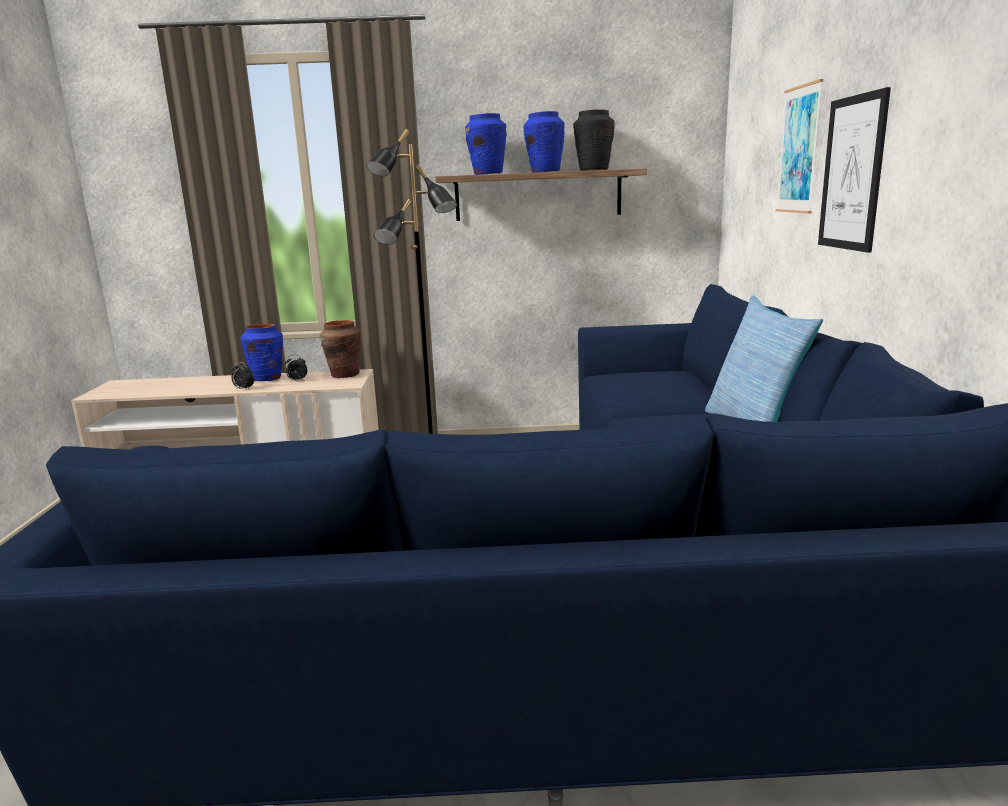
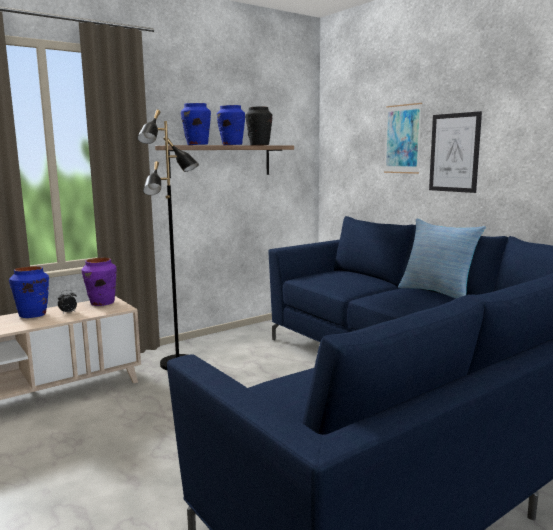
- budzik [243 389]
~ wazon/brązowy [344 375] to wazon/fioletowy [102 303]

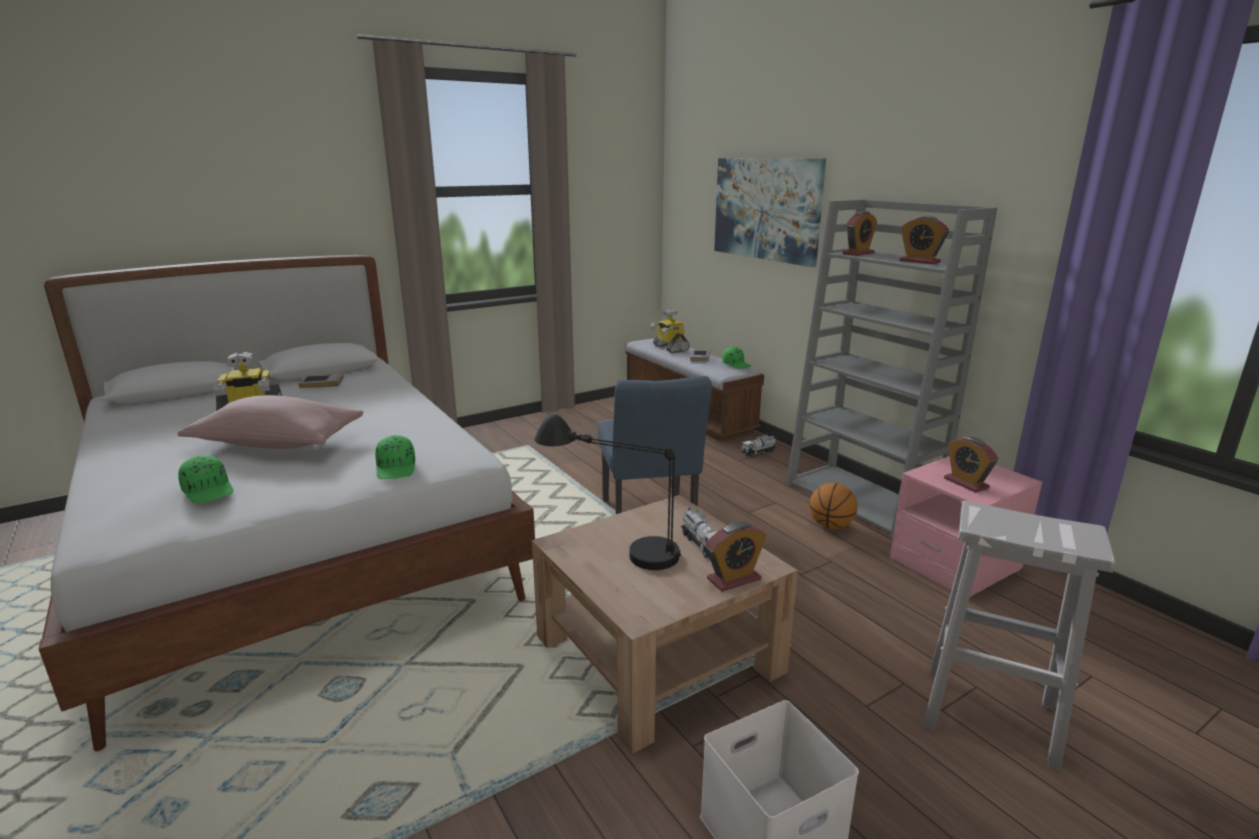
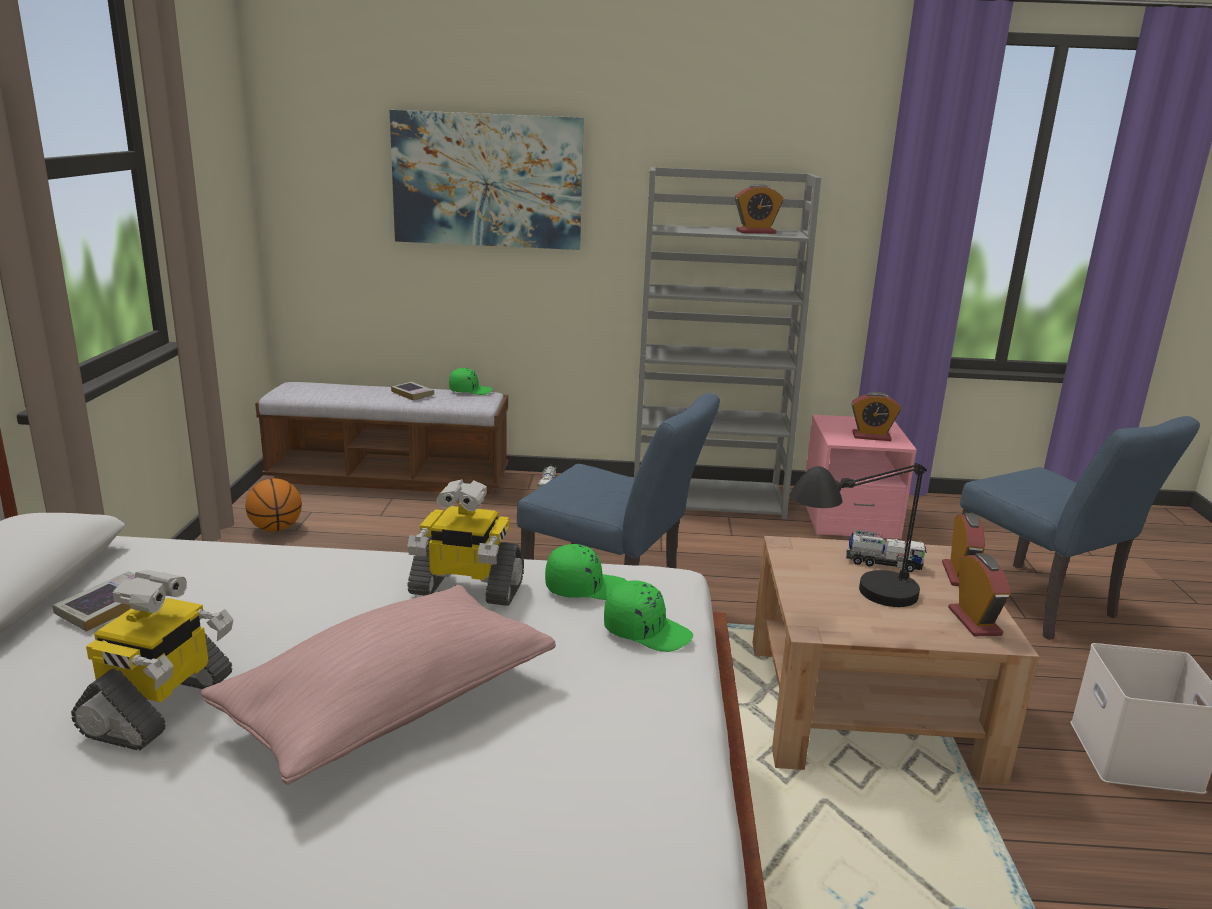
~ czapka z daszkiem/zielony [209 490] to [585 588]
~ robot zabawkowy [669 348] to [465 589]
~ piłka do koszykówki [831 526] to [276 528]
~ budzik [858 253] to [974 622]
~ stołek/biały [986 715] to krzesło/niebieski [1041 606]

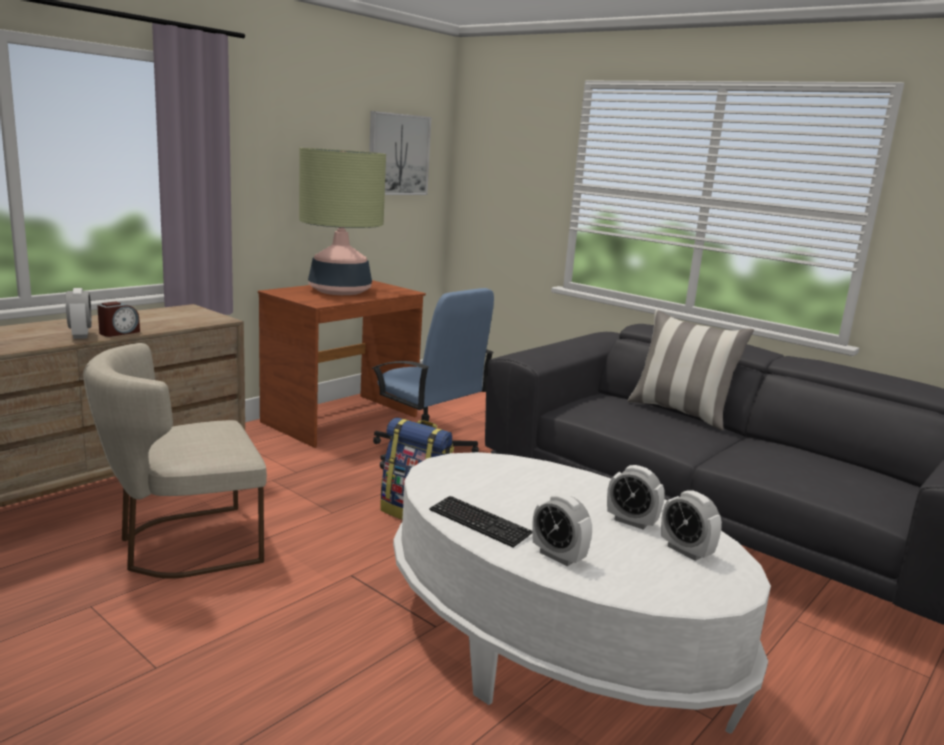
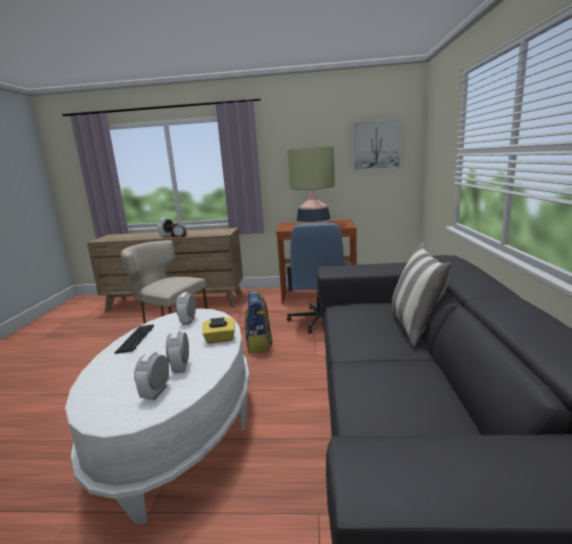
~ budzik [558 556] to [188 321]
+ pudełko chusteczek/żółty [220 339]

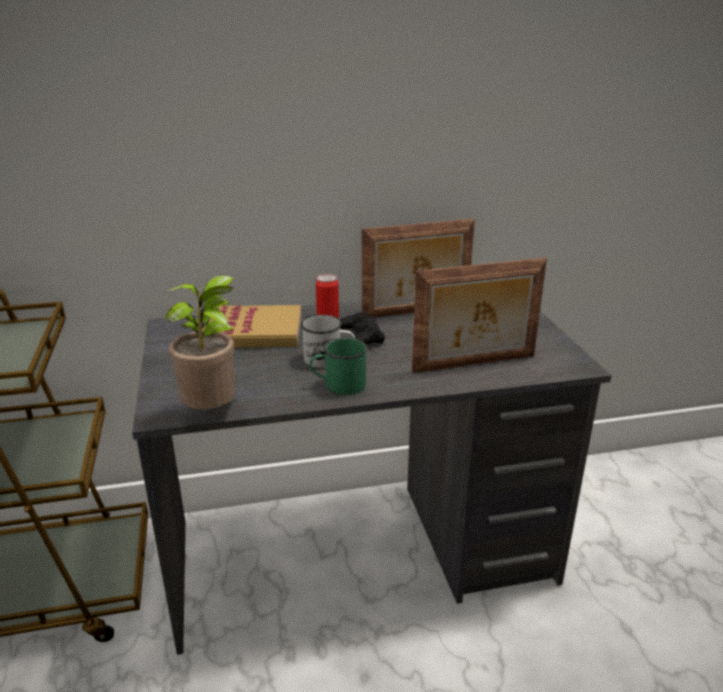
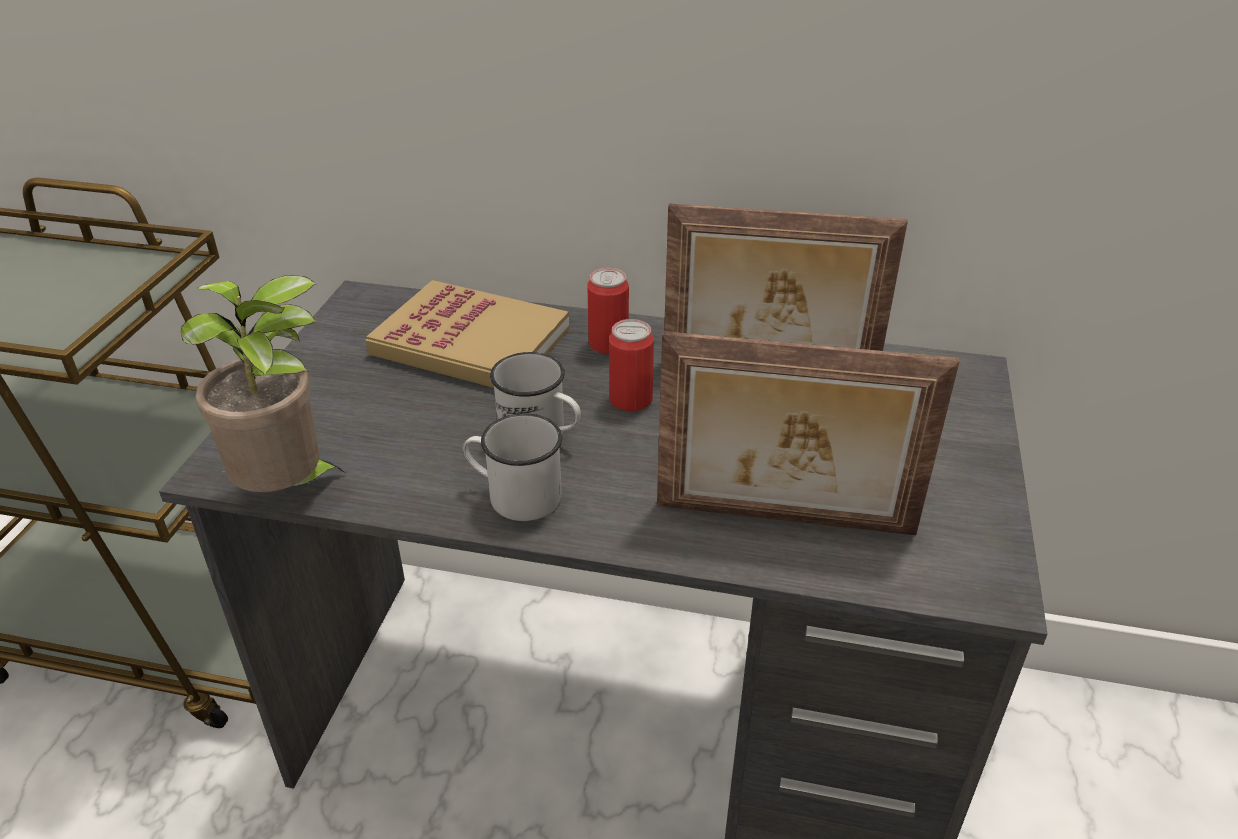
~ kubek/zielony [339 385] to kubek/biały [514 495]
~ pad do gier/czarny [360 336] to puszka [630 399]

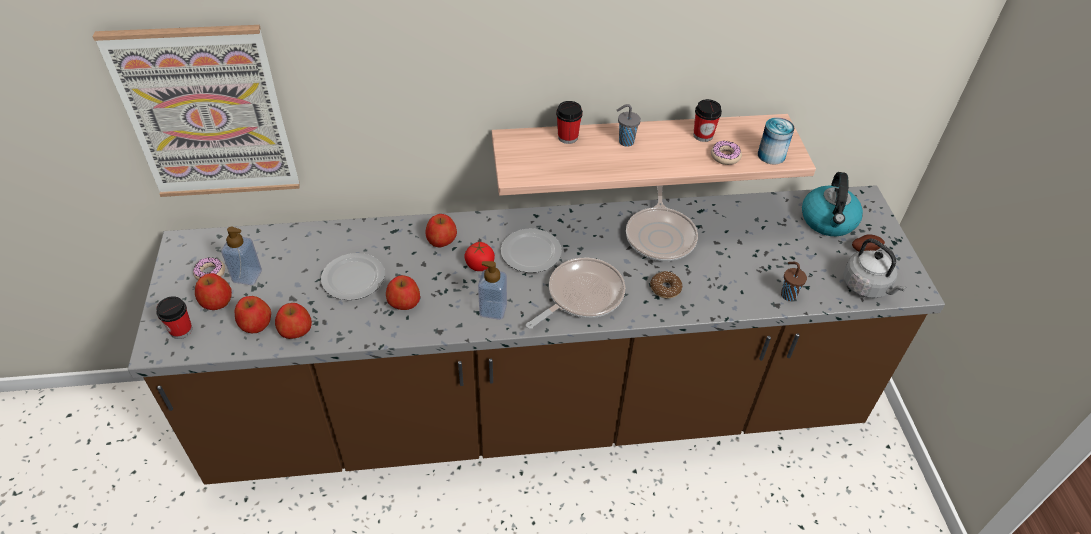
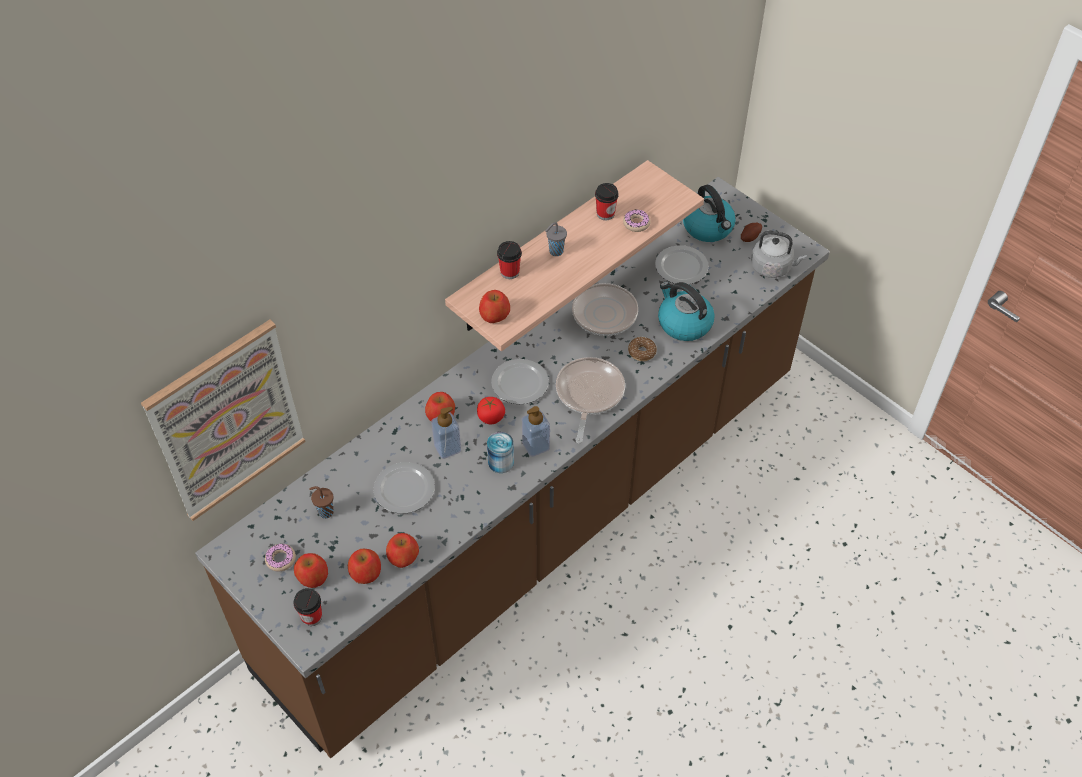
~ dozownik mydła [247 276] to [447 448]
~ jabłko [404 302] to [494 315]
~ puszka [771 155] to [501 462]
~ filiżanka/brązowy [787 294] to [325 512]
+ talerz [682 267]
+ czajnik [683 323]

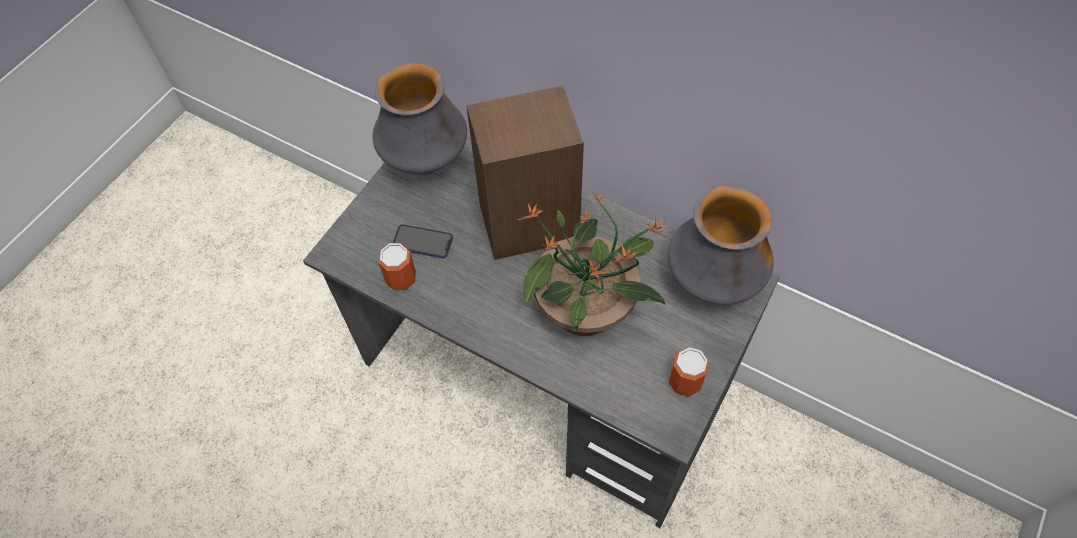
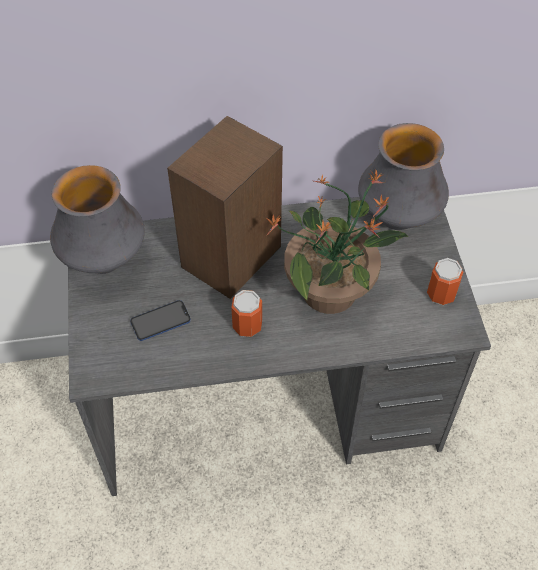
~ puszka [401 279] to [247 326]

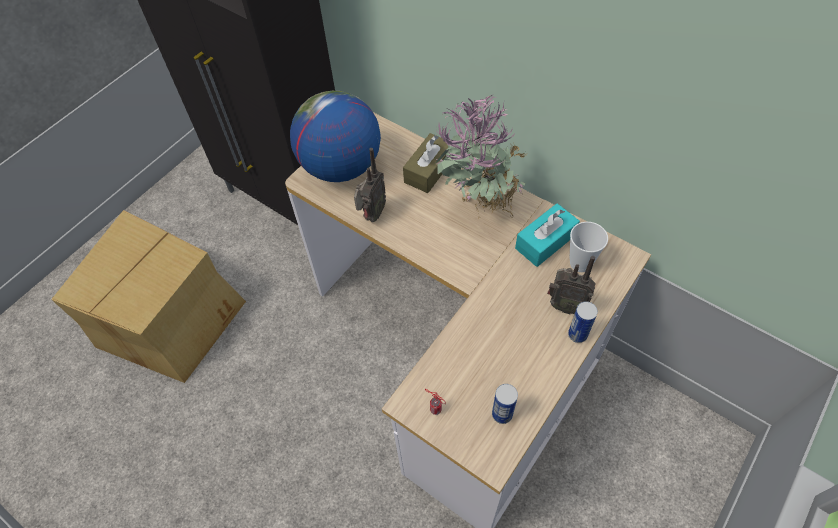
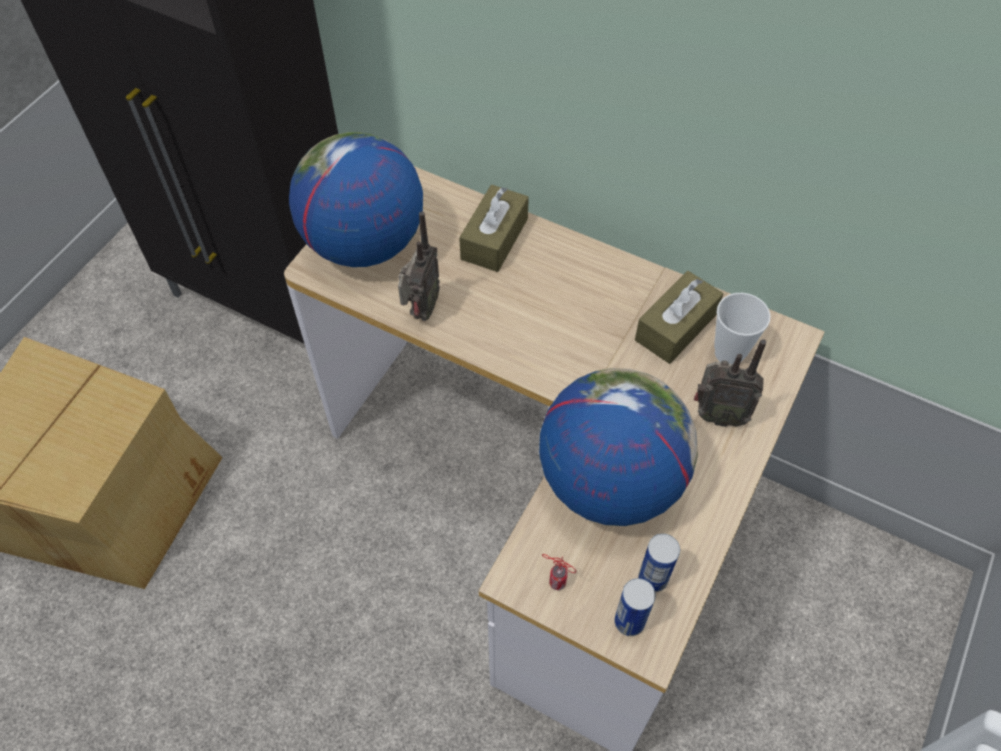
- roślina doniczkowa [478 209]
~ pudełko chusteczek/turkusowy [545 242] to pudełko chusteczek/brązowy [676 327]
~ puszka [577 334] to [629 621]
+ globus [609 481]

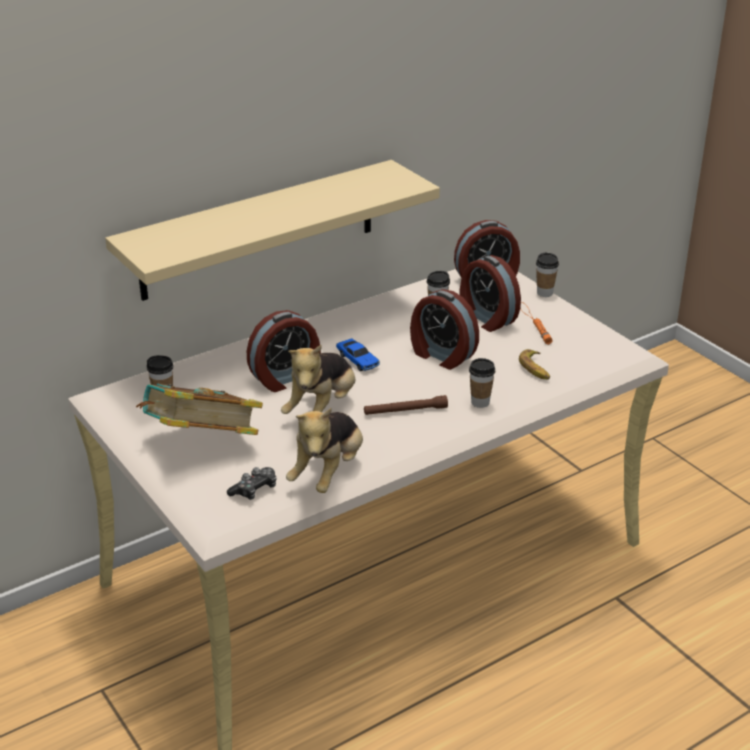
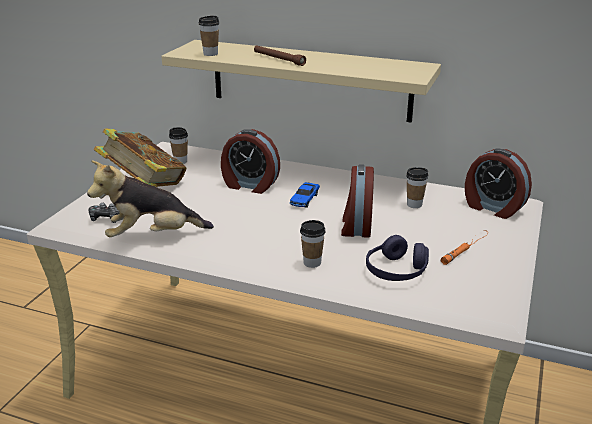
- pluszak [322 408]
~ latarka/brązowy [405 411] to [278 59]
- budzik [486 318]
~ banan [535 369] to słuchawki/fioletowy [396 271]
~ filiżanka [544 293] to [210 54]

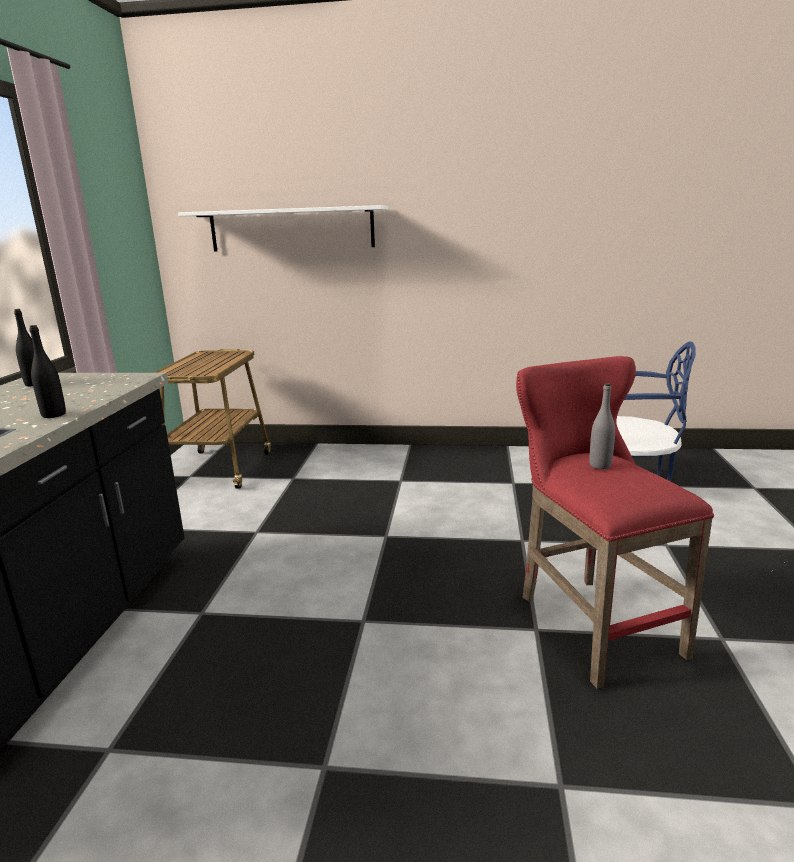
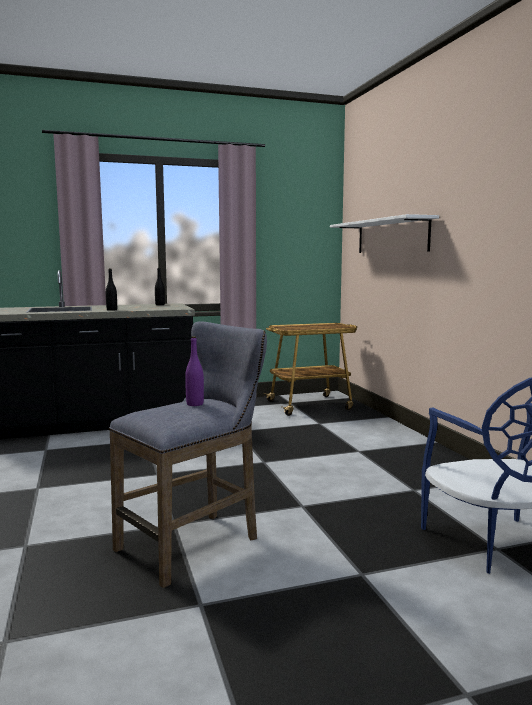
~ stołek/czerwony [590 620] to stołek/szary [196 543]
~ butelka/szary [600 465] to butelka/fioletowy [195 404]

